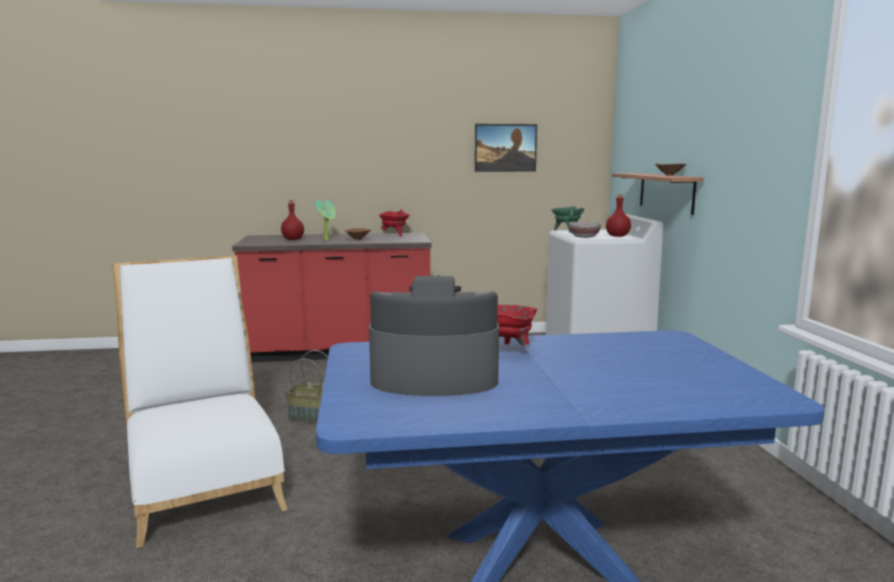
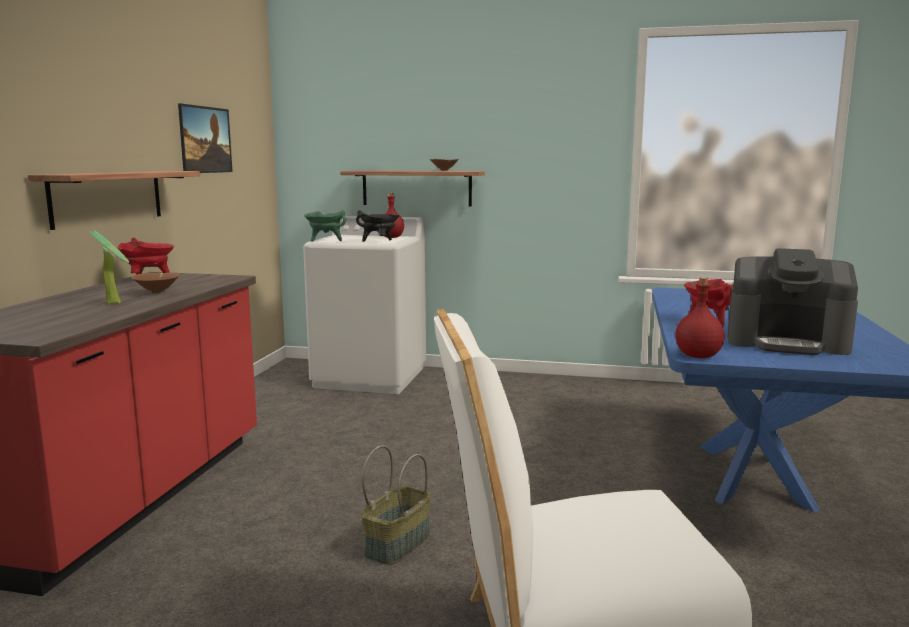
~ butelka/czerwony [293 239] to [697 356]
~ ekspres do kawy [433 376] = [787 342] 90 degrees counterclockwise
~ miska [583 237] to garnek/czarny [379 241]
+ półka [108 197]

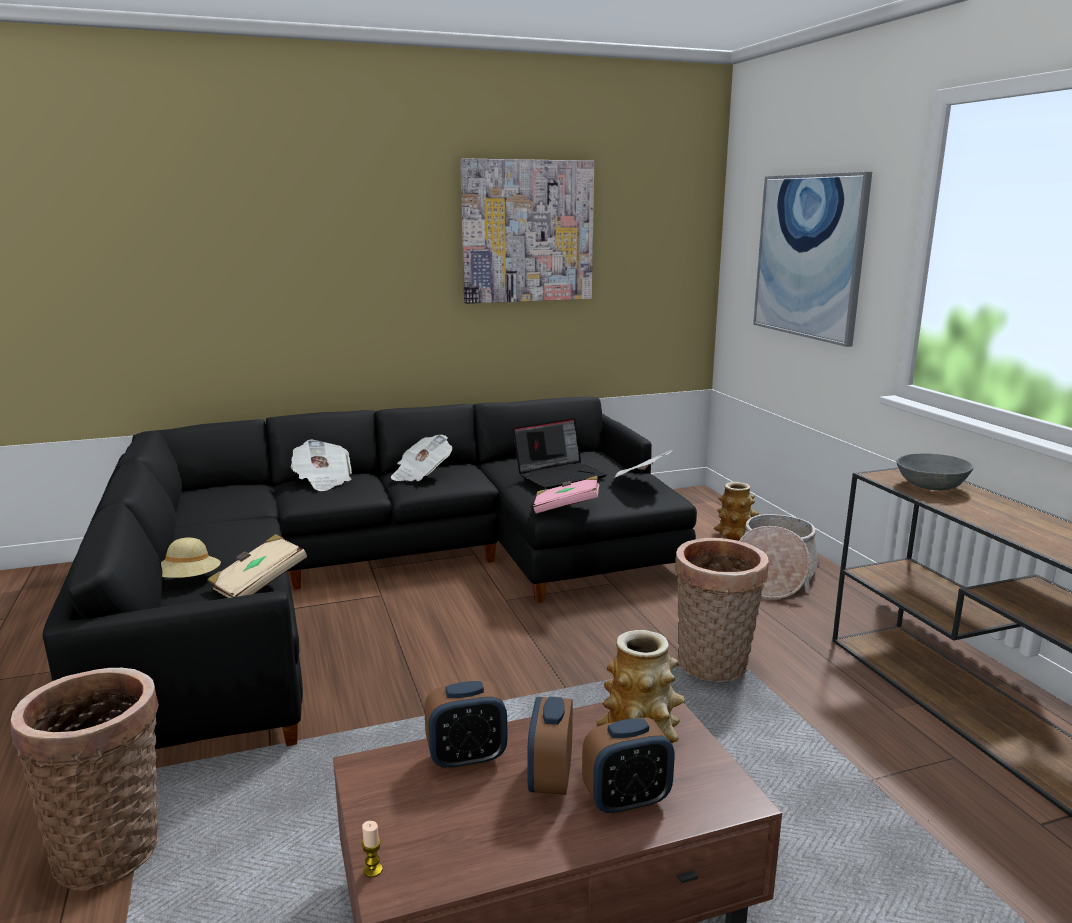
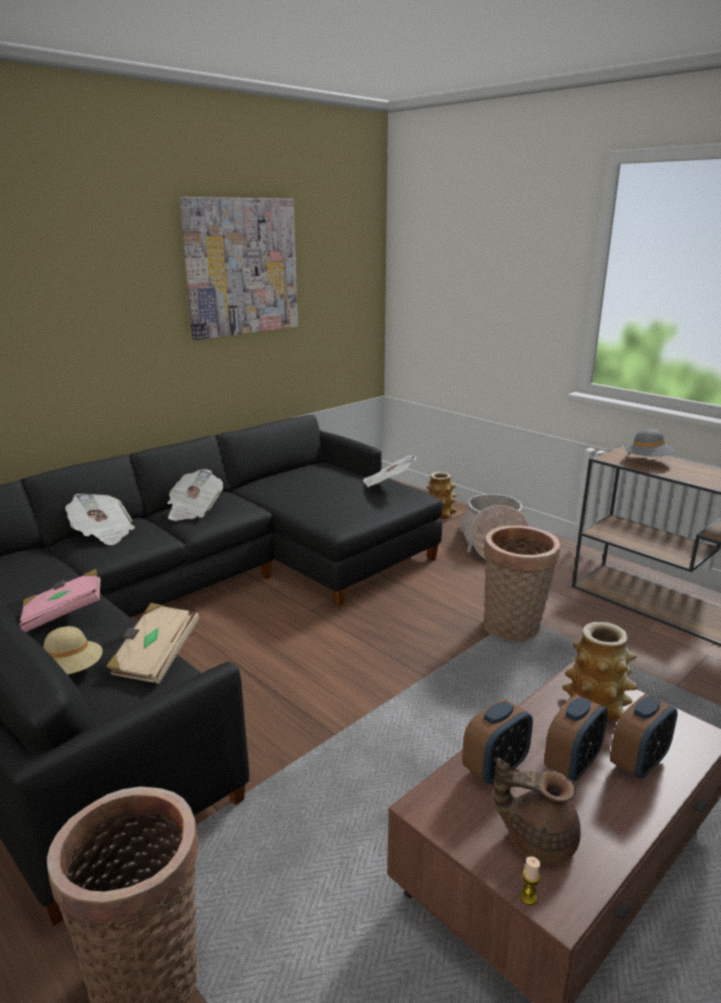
- laptop [560 475]
~ budzik [550 779] = [572 764] 120 degrees counterclockwise
~ książka/różowy [566 508] to [64 614]
- obraz [809 256]
~ miska/szary [931 486] to kapelusz/szary [648 461]
+ imbryk/brązowy [537 839]

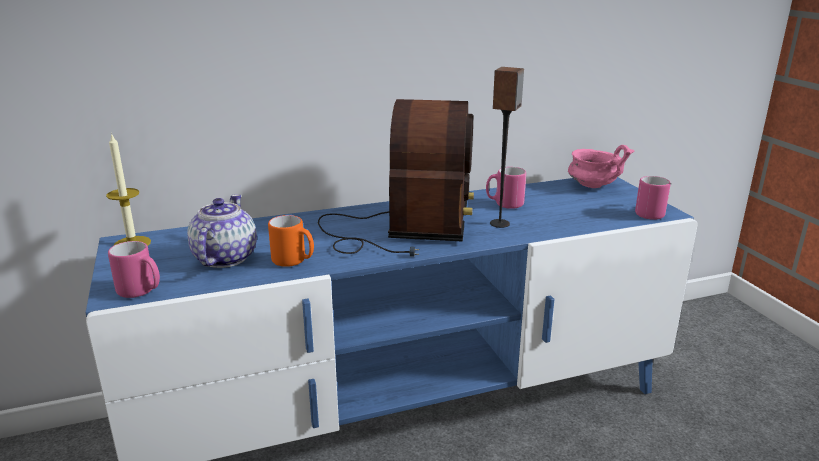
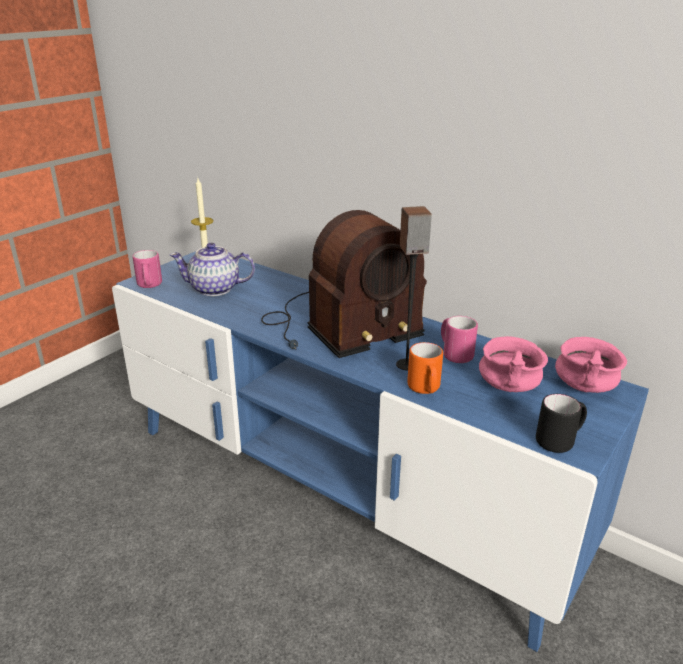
~ imbryk [224 258] = [215 289] 150 degrees counterclockwise
~ kubek/pomarańczowy [294 262] to [425 390]
~ kubek/różowy [648 213] to kubek/czarny [559 441]
+ miska/różowy [510 387]

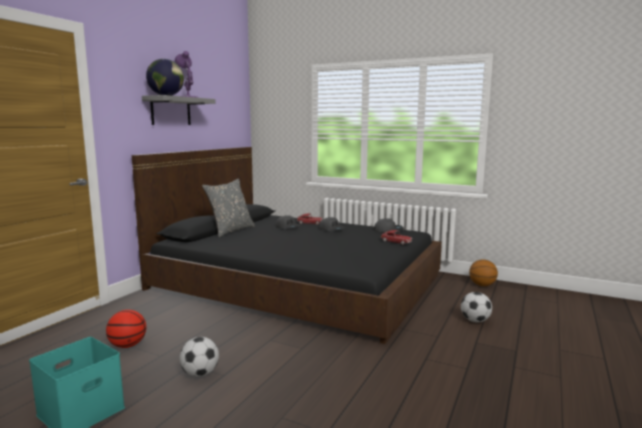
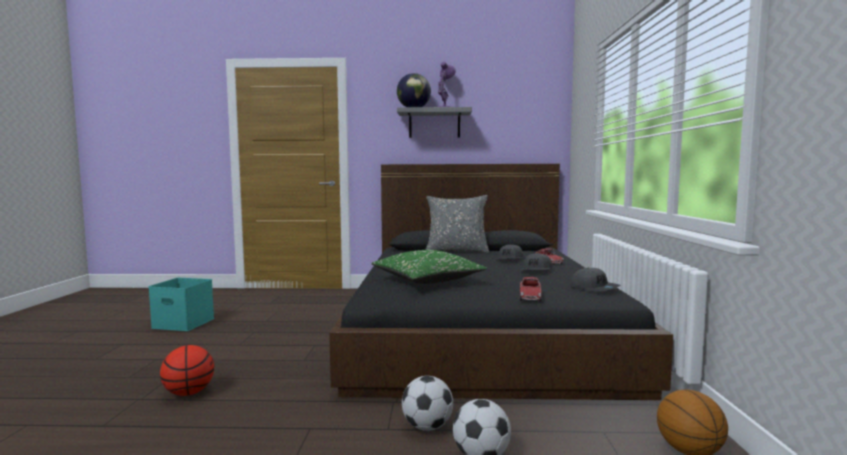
~ piłka do koszykówki [127 345] to [188 393]
~ piłka futbolowa [200 373] to [427 427]
+ poduszka/zielony [427 280]

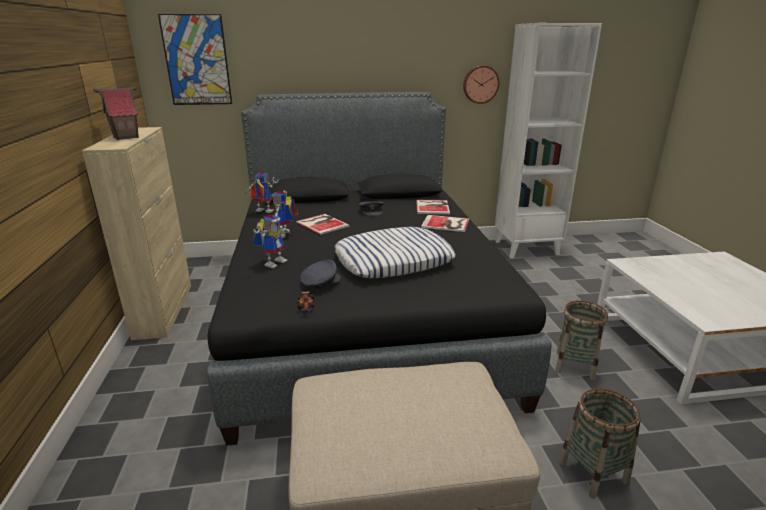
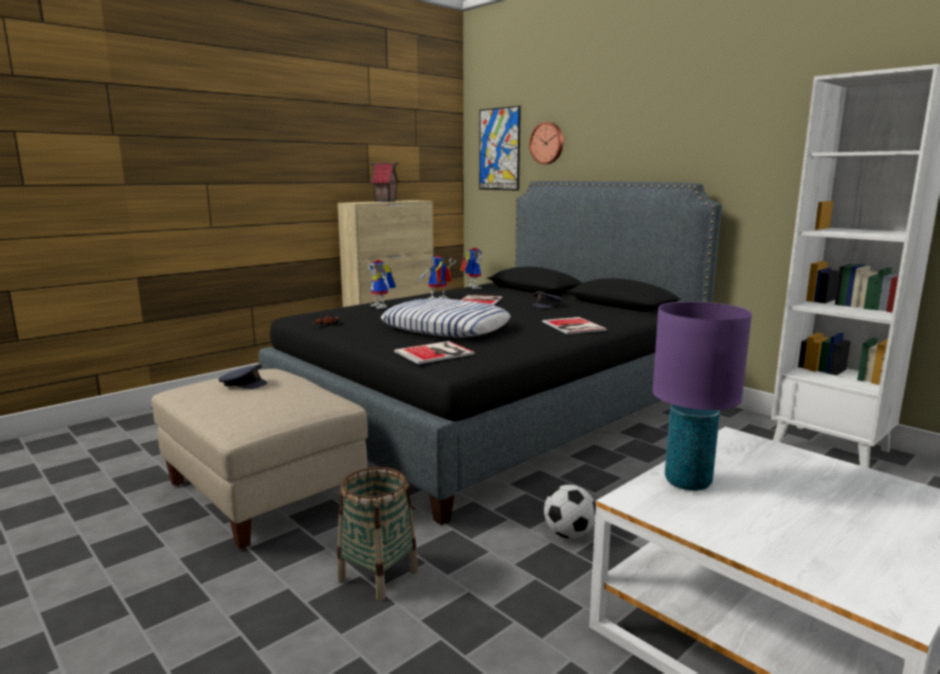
~ robot zabawkowy [274 262] = [382 307] 60 degrees clockwise
~ czapka z daszkiem/szary [320 281] to [243 384]
~ książka [433 207] to [436 353]
~ zegar ścienny [480 84] to [547 143]
~ koszyk [575 365] to piłka futbolowa [569 534]
+ lampa stołowa/fioletowy [688 482]

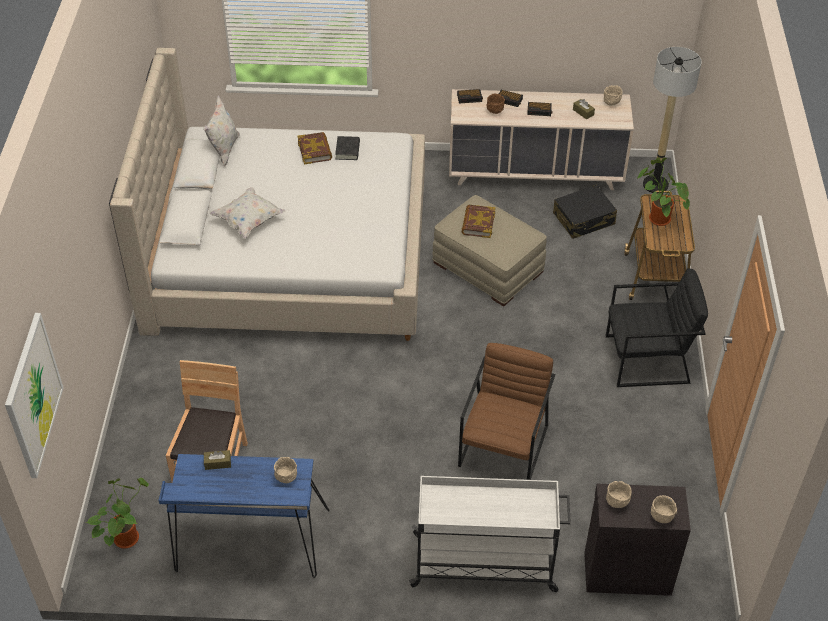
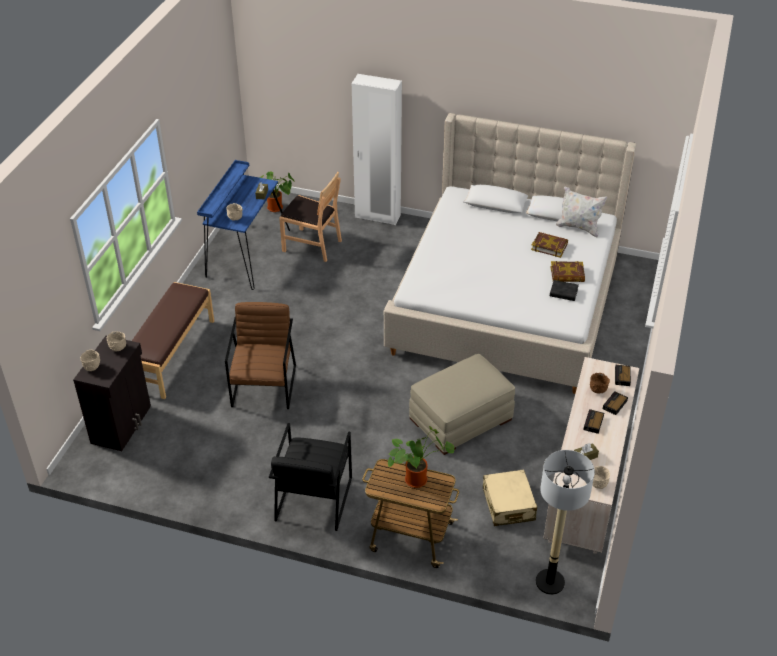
- obraz [33 395]
- poduszka/biały [249 221]
~ wózek/biały [486 563] to ławka/brązowy [171 354]
~ fotel/brązowy [504 445] = [264 385] 120 degrees counterclockwise
~ książka [478 223] to [549 246]
~ walizka/czarny [584 219] to walizka/beżowy [508 504]
+ szafa/biały [377 216]

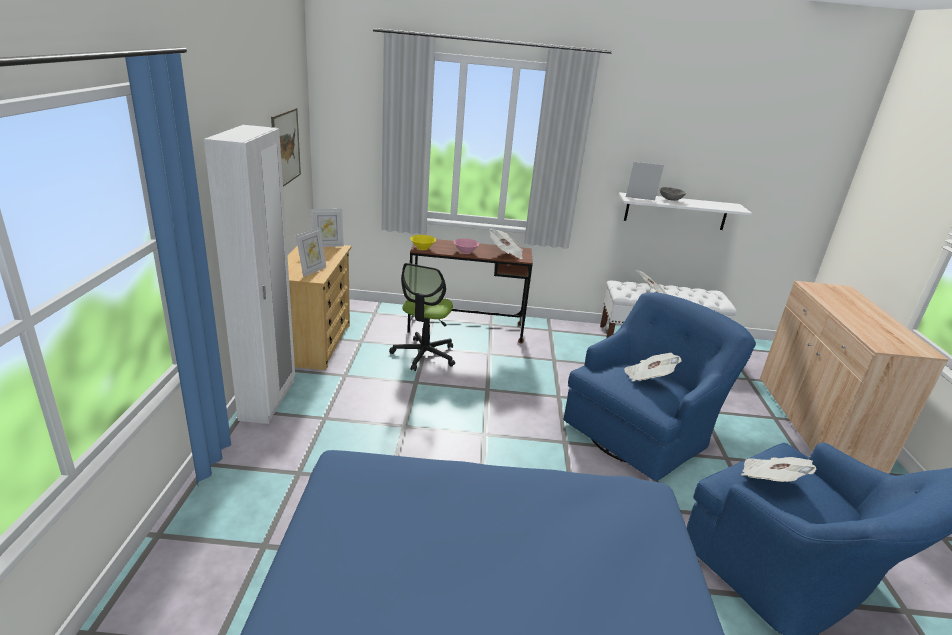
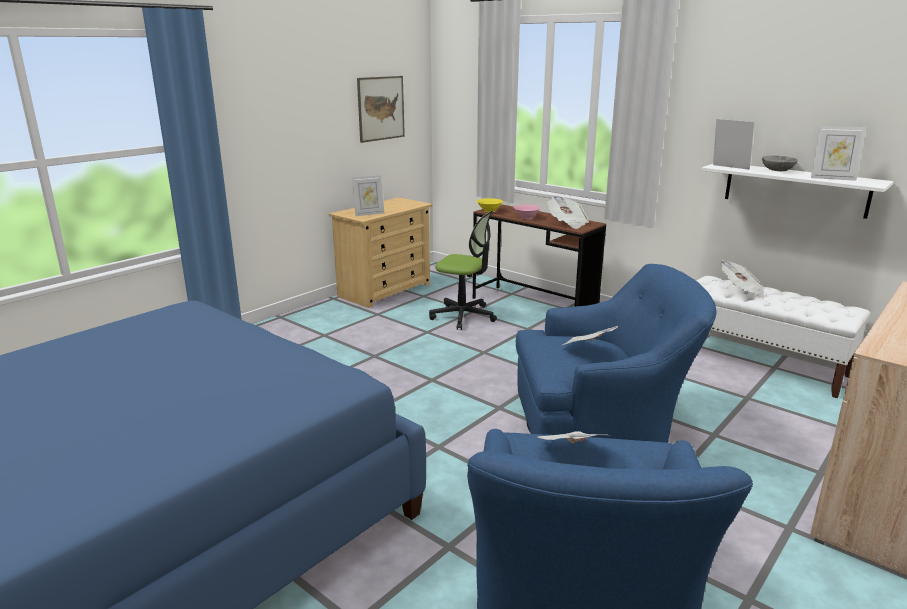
- szafa/biały [268 400]
~ ramka na zdjęcie [328 245] to [832 178]
~ krzesło biurowe [424 355] = [463 316] 120 degrees counterclockwise

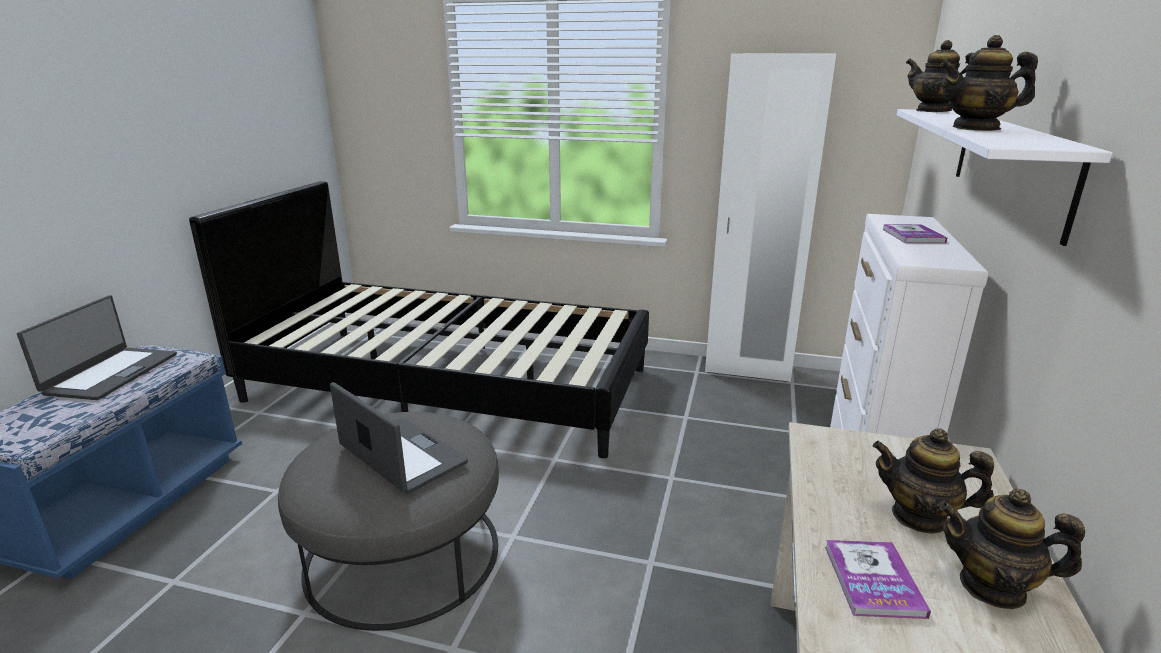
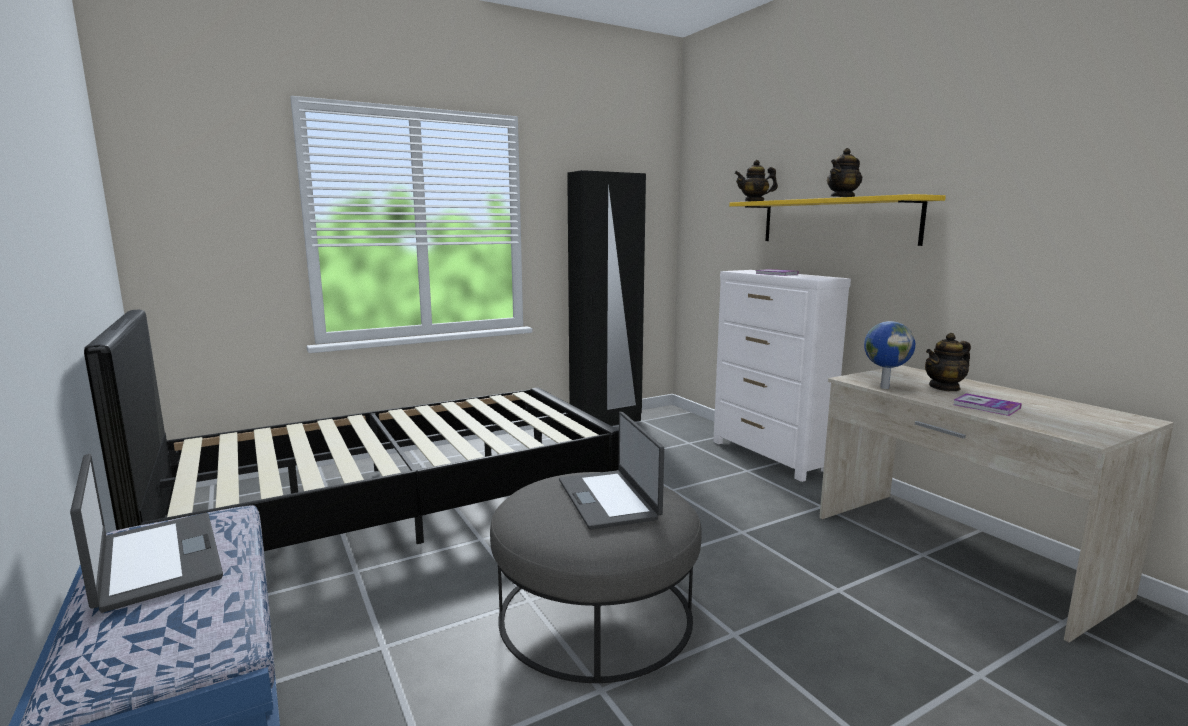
~ laptop [401 456] = [609 499] 105 degrees counterclockwise
~ szafa/biały [747 370] to szafa/czarny [606 422]
~ półka/biały [1009 165] to półka/żółty [836 221]
- imbryk [992 587]
+ globus [884 387]

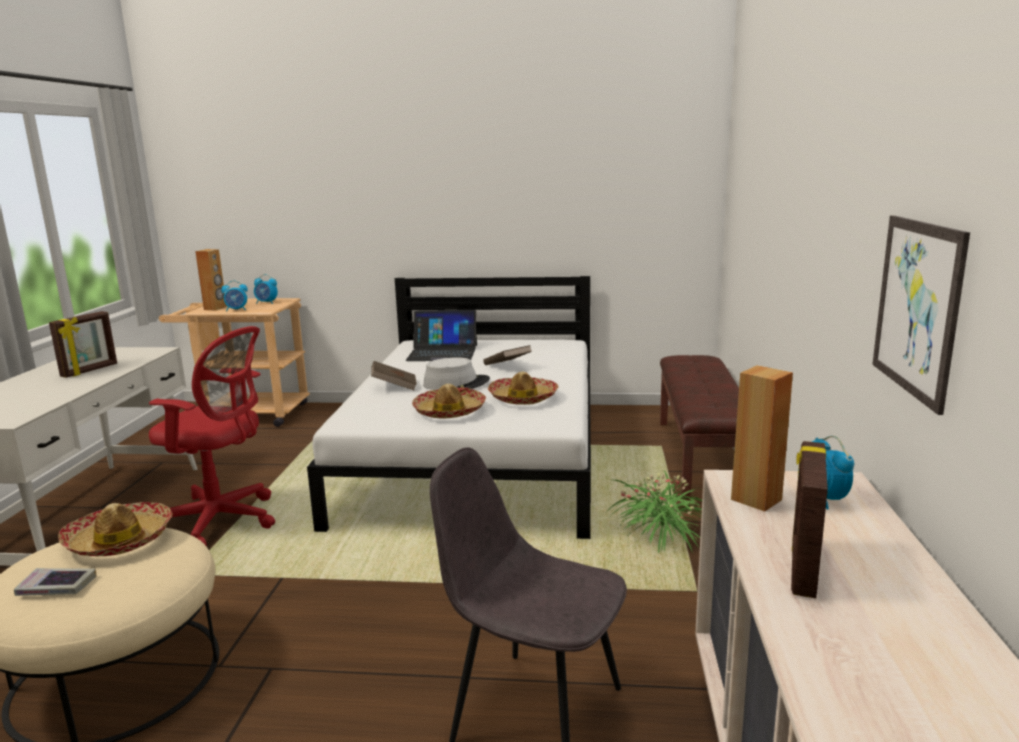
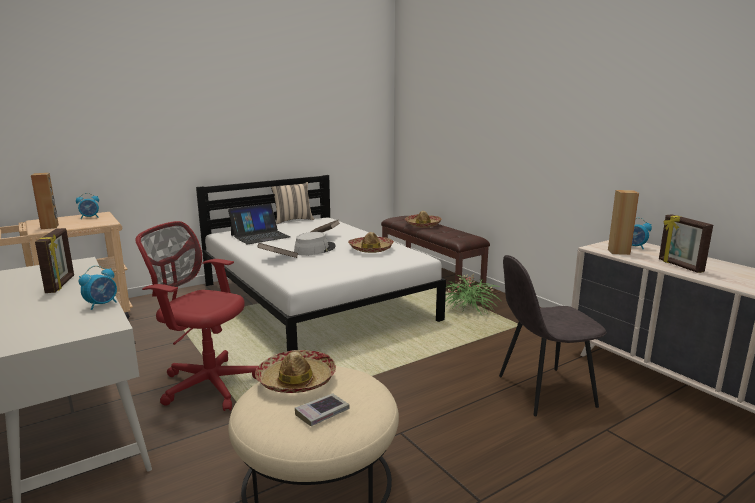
~ krzesło biurowe/czerwony [222 521] = [207 383] 135 degrees counterclockwise
~ budzik [237 310] to [102 304]
~ kapelusz [449 411] to [423 225]
- obraz [916 307]
+ poduszka/beżowy [293 220]

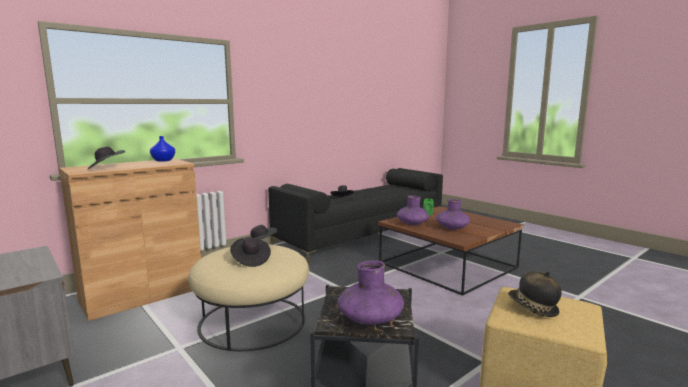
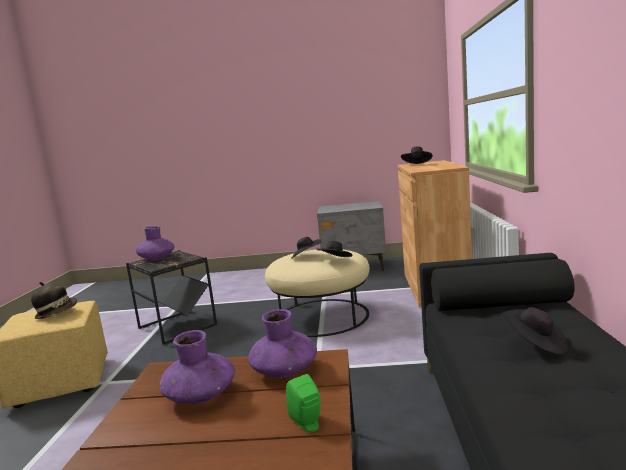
- wazon/niebieski [163 160]

